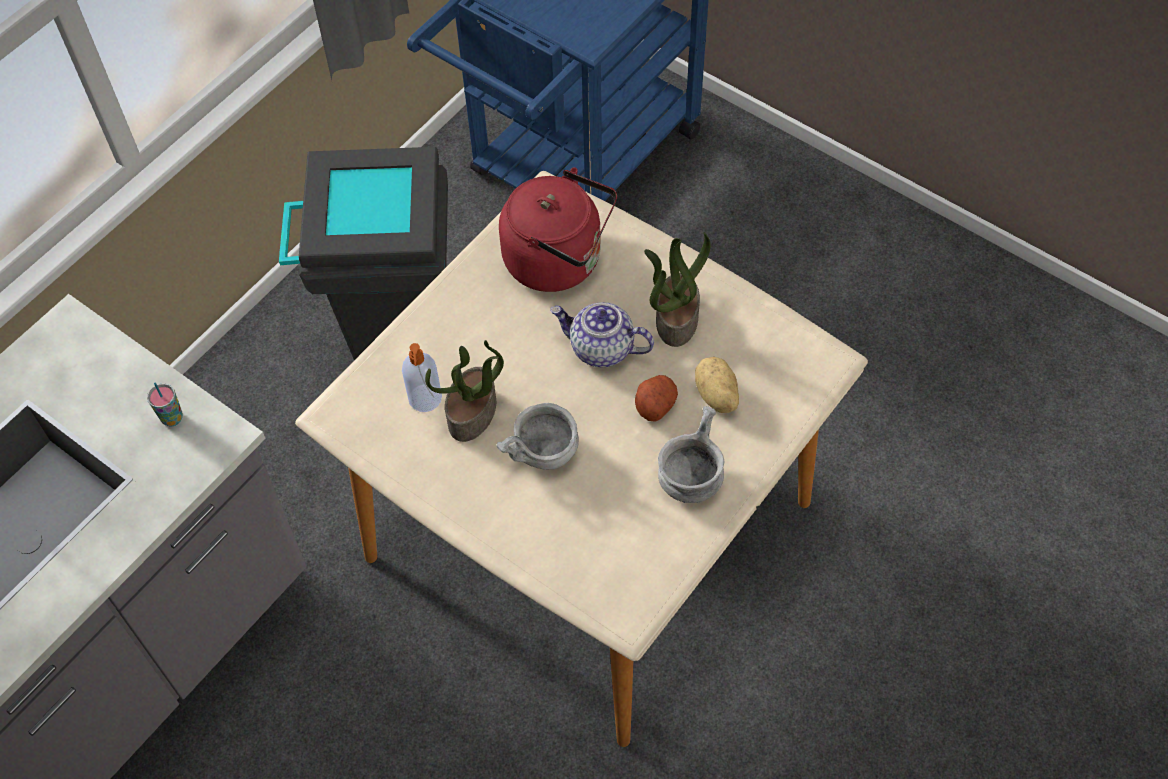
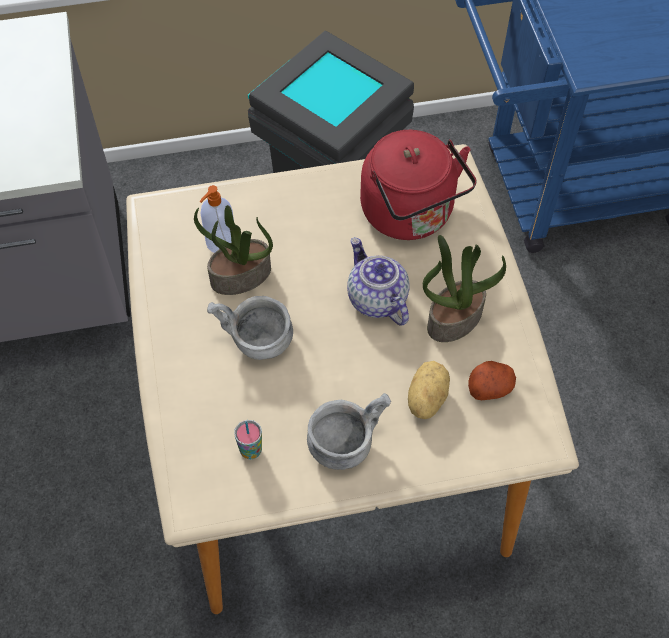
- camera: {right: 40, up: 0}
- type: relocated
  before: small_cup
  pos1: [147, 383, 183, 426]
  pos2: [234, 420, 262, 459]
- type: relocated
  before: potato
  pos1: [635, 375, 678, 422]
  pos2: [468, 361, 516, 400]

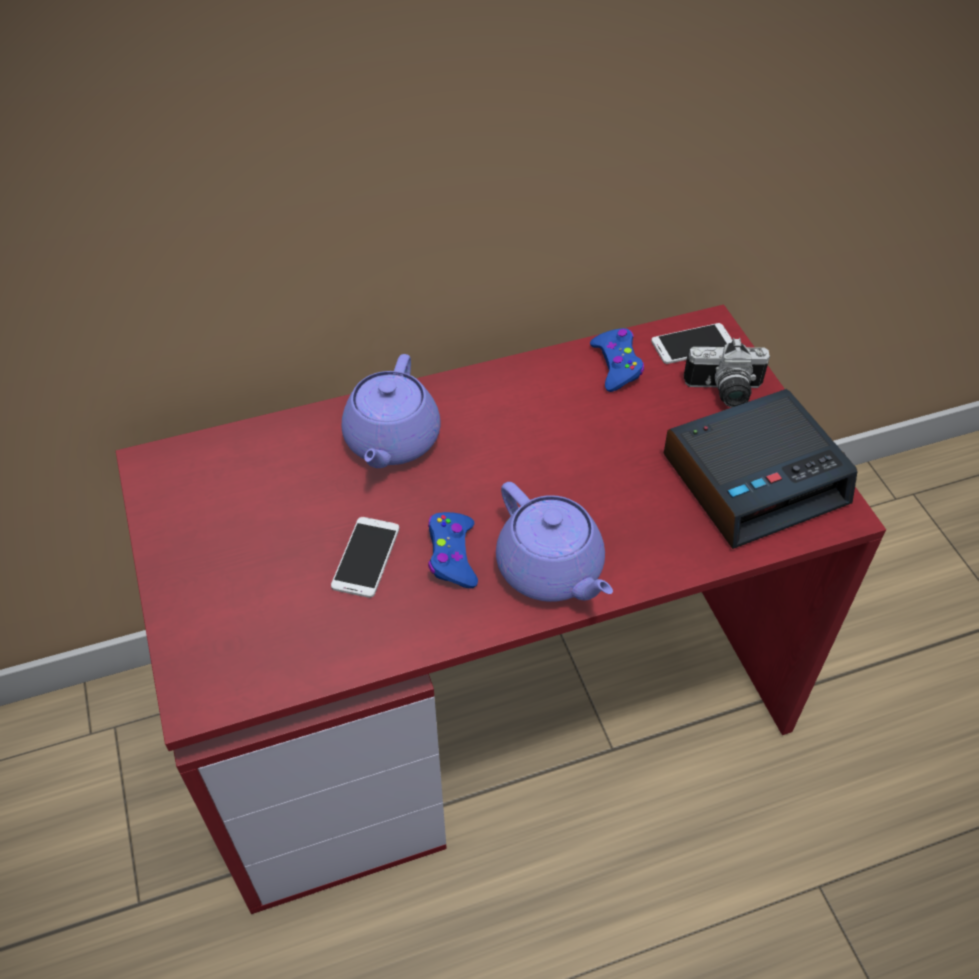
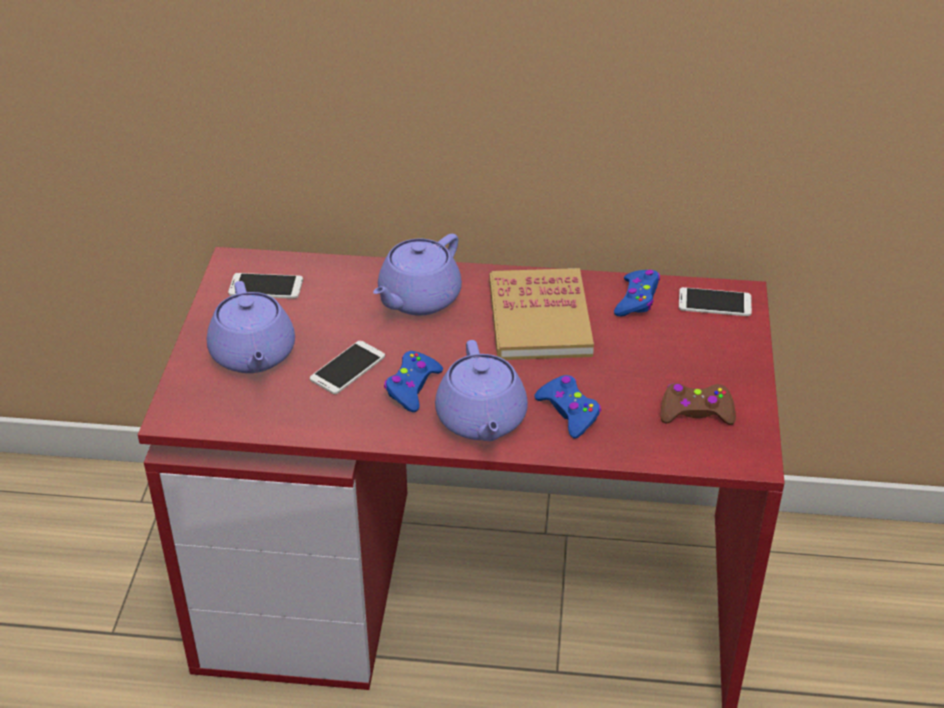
- camera: {right: 25, up: -10}
- type: missing
  before: still_camera
  pos1: [684, 338, 770, 408]
- type: appeared
  after: purplish_tea_pot
  pos2: [207, 281, 295, 373]
- type: appeared
  after: telephone
  pos2: [228, 273, 303, 299]
- type: appeared
  after: volume
  pos2: [490, 268, 594, 360]
- type: appeared
  after: blue-coloured_game_controller
  pos2: [534, 375, 601, 438]
- type: exchanged
  before: alarm_clock
  after: brown-coloured_game_controller
  pos1: [663, 389, 858, 549]
  pos2: [661, 383, 736, 425]

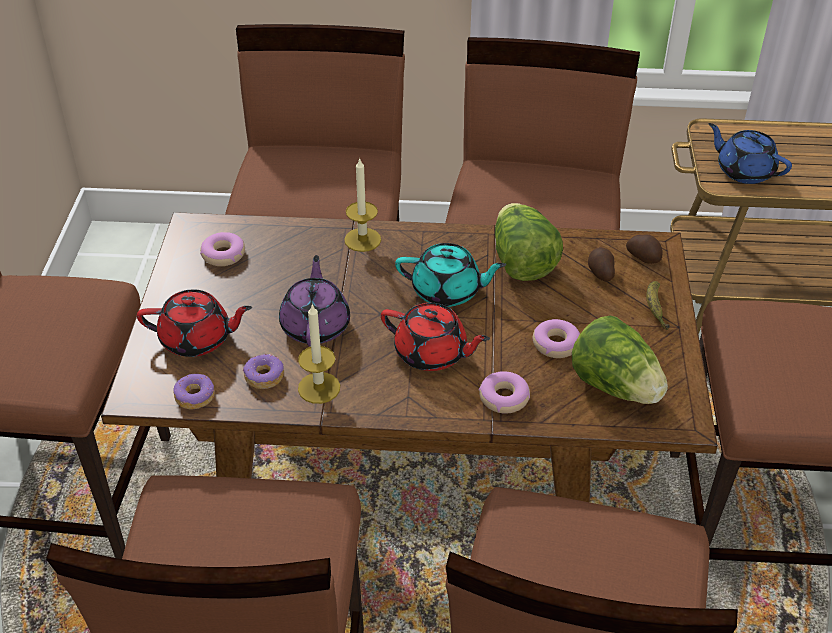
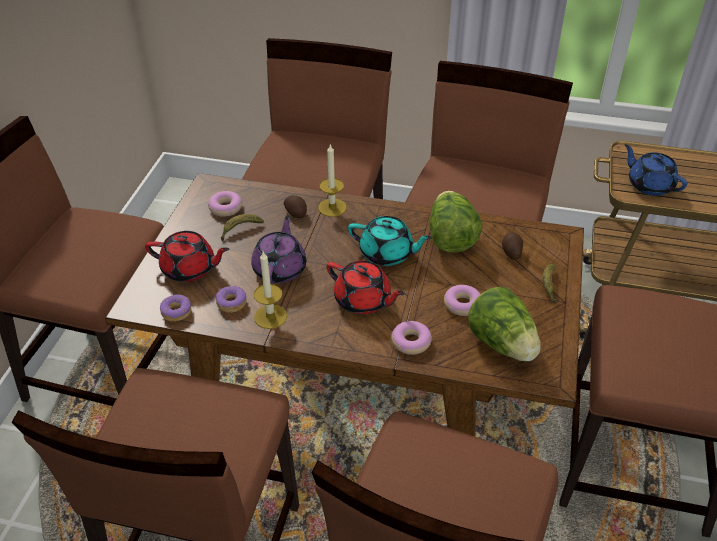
- camera: {right: 10, up: 0}
- type: appeared
  after: whole_banana
  pos2: [221, 214, 264, 241]
- type: relocated
  before: potato
  pos1: [626, 235, 663, 264]
  pos2: [284, 195, 307, 218]

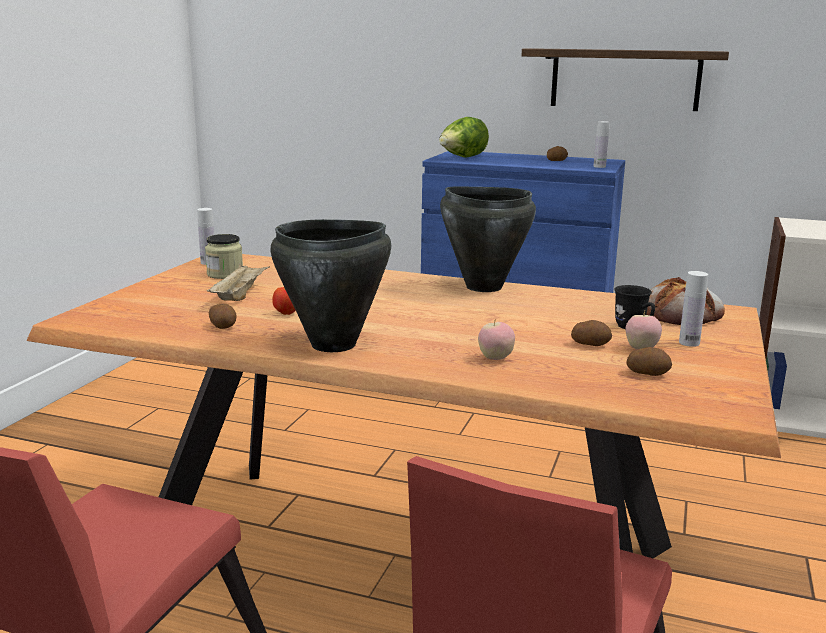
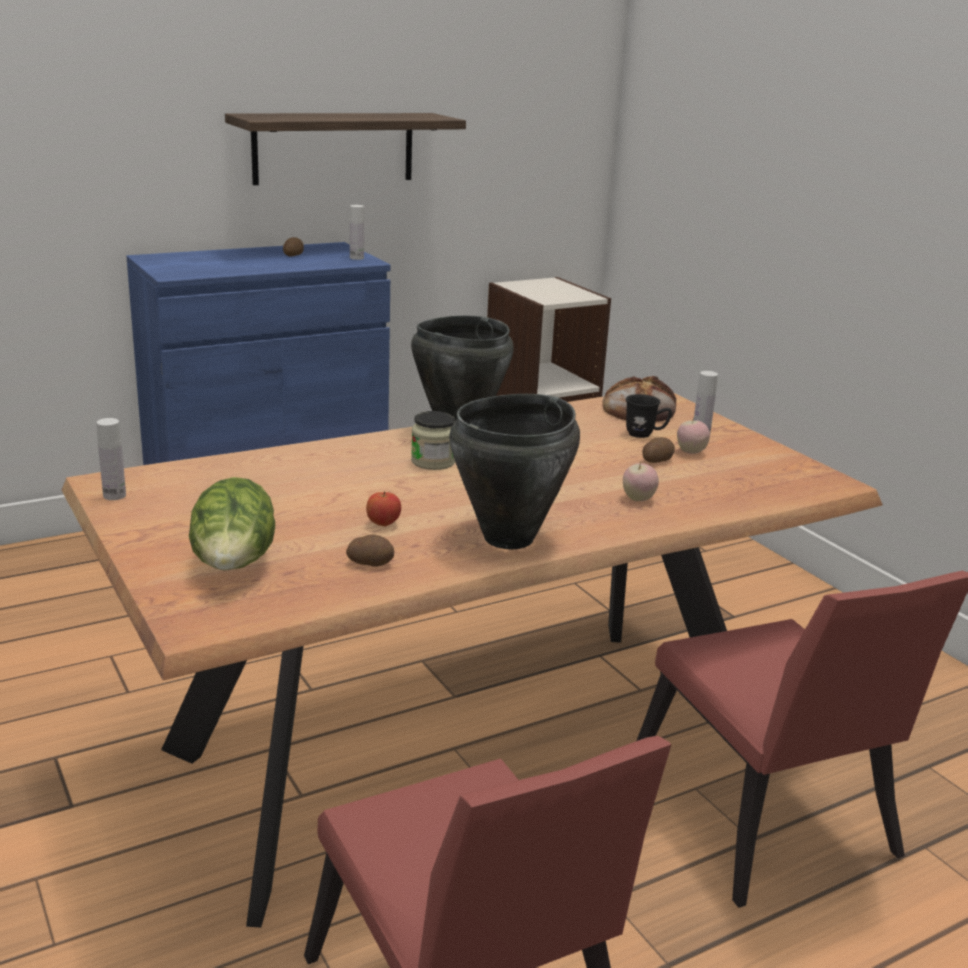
- camera: {right: -50, up: 5}
- type: missing
  before: beige_serving_tray
  pos1: [207, 263, 270, 301]
- type: missing
  before: potato
  pos1: [626, 347, 672, 376]
- type: relocated
  before: storage_jar
  pos1: [205, 234, 243, 279]
  pos2: [411, 411, 455, 470]
- type: relocated
  before: head_of_lettuce
  pos1: [439, 117, 489, 158]
  pos2: [189, 477, 275, 570]

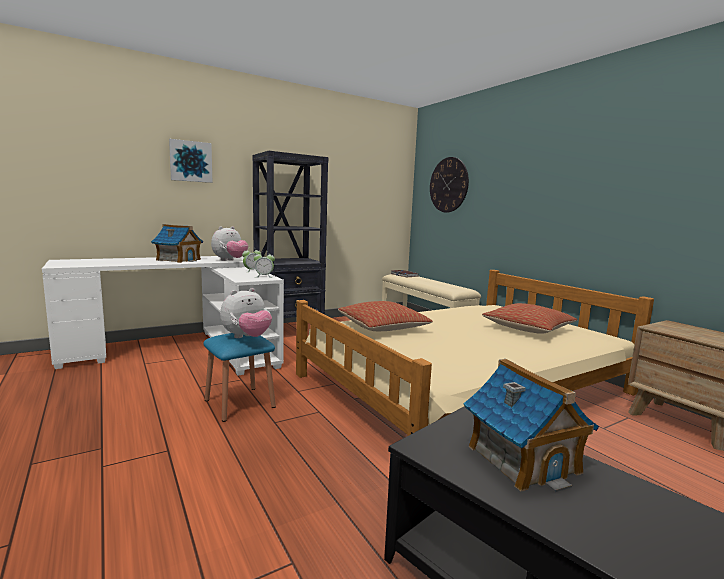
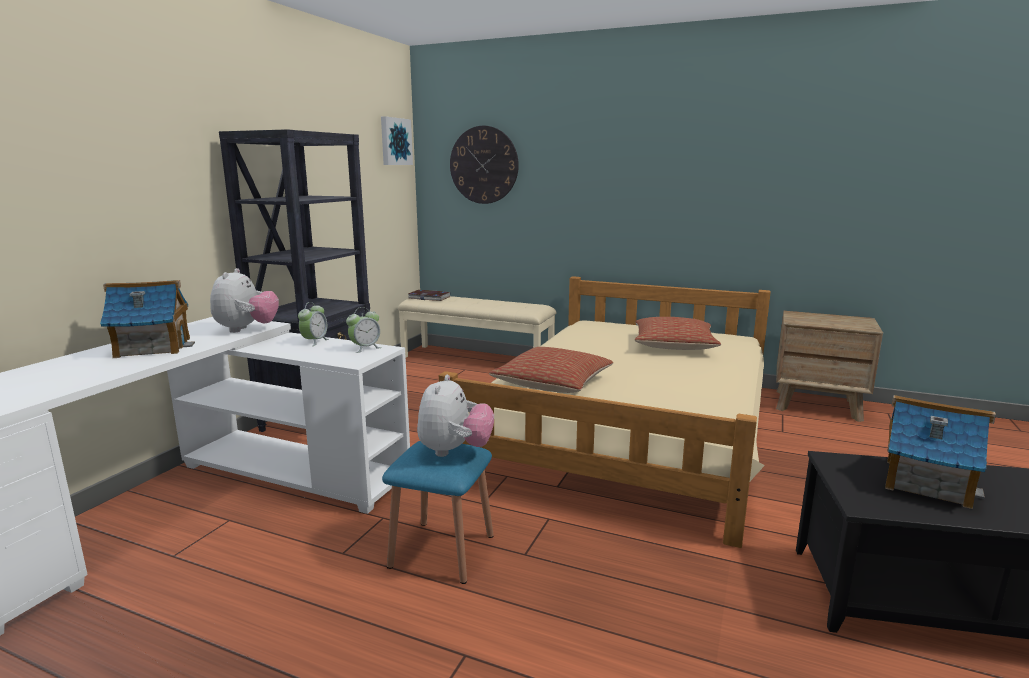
- camera: {right: -35, up: 5}
- type: relocated
  before: wall_picture
  pos1: [169, 139, 213, 183]
  pos2: [381, 116, 413, 165]

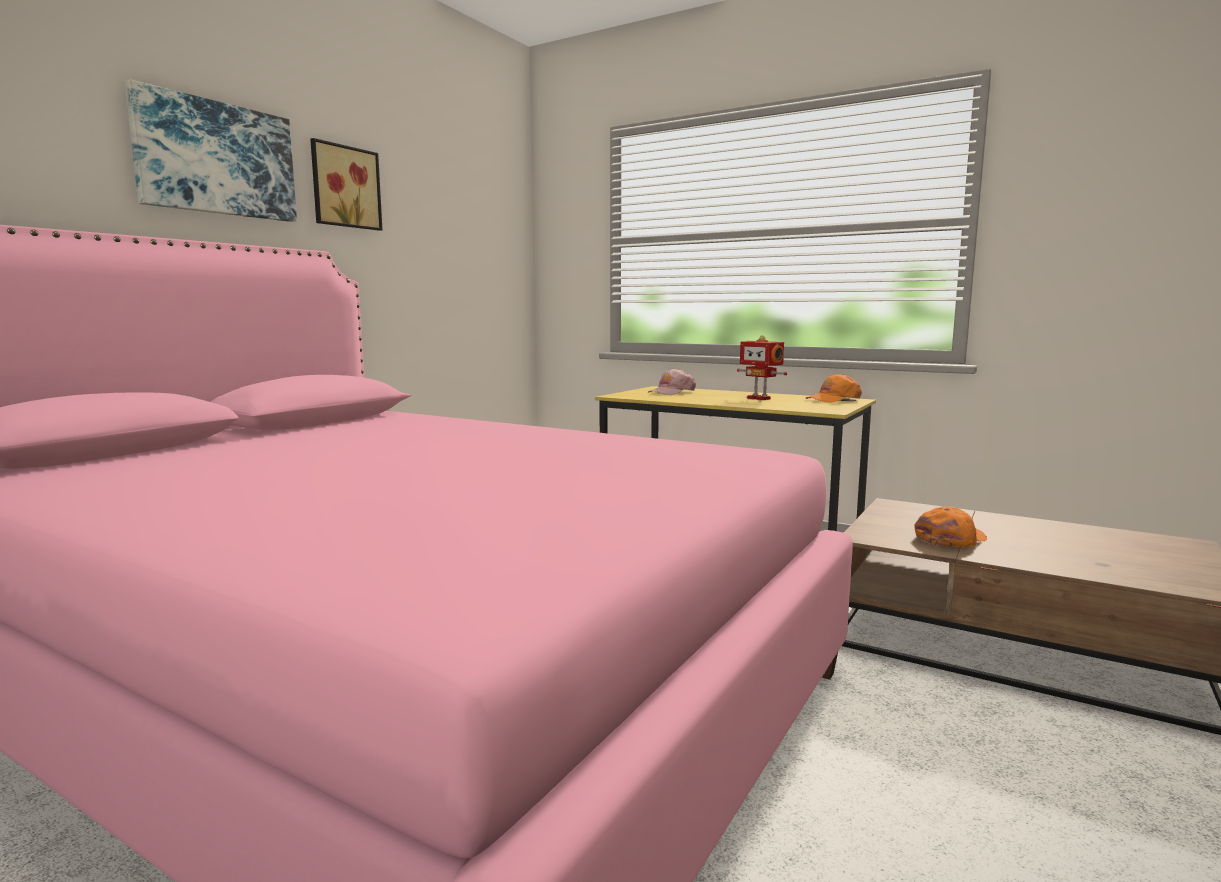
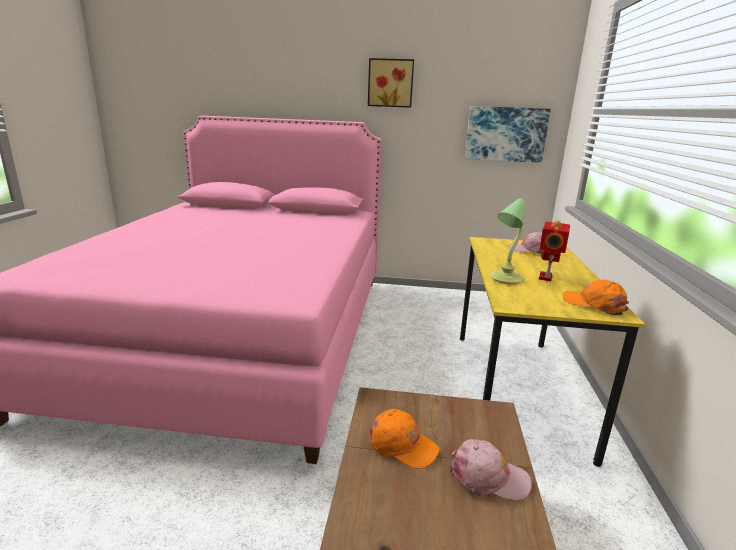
- camera: {right: 65, up: 10}
- type: appeared
  after: pink_cap
  pos2: [449, 439, 532, 500]
- type: appeared
  after: tabletop_lamp
  pos2: [490, 199, 525, 284]
- type: relocated
  before: wall_picture
  pos1: [125, 79, 297, 222]
  pos2: [465, 106, 551, 163]

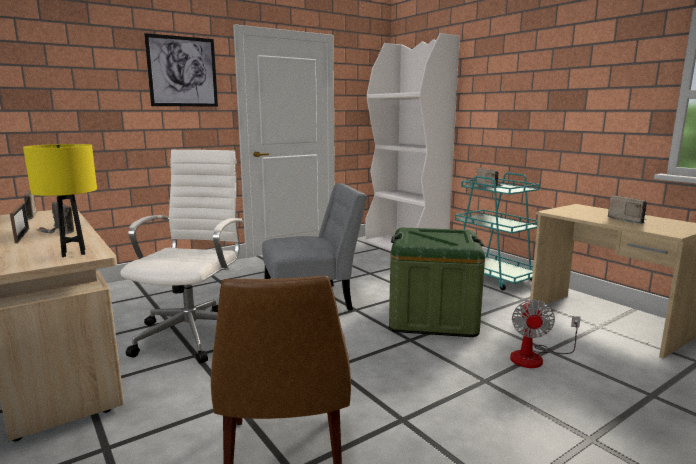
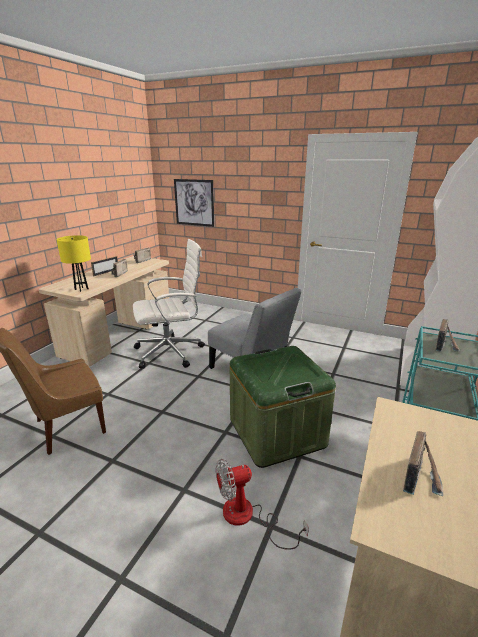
- camera: {right: 60, up: 10}
- type: relocated
  before: wall_picture
  pos1: [144, 33, 218, 107]
  pos2: [174, 179, 214, 227]

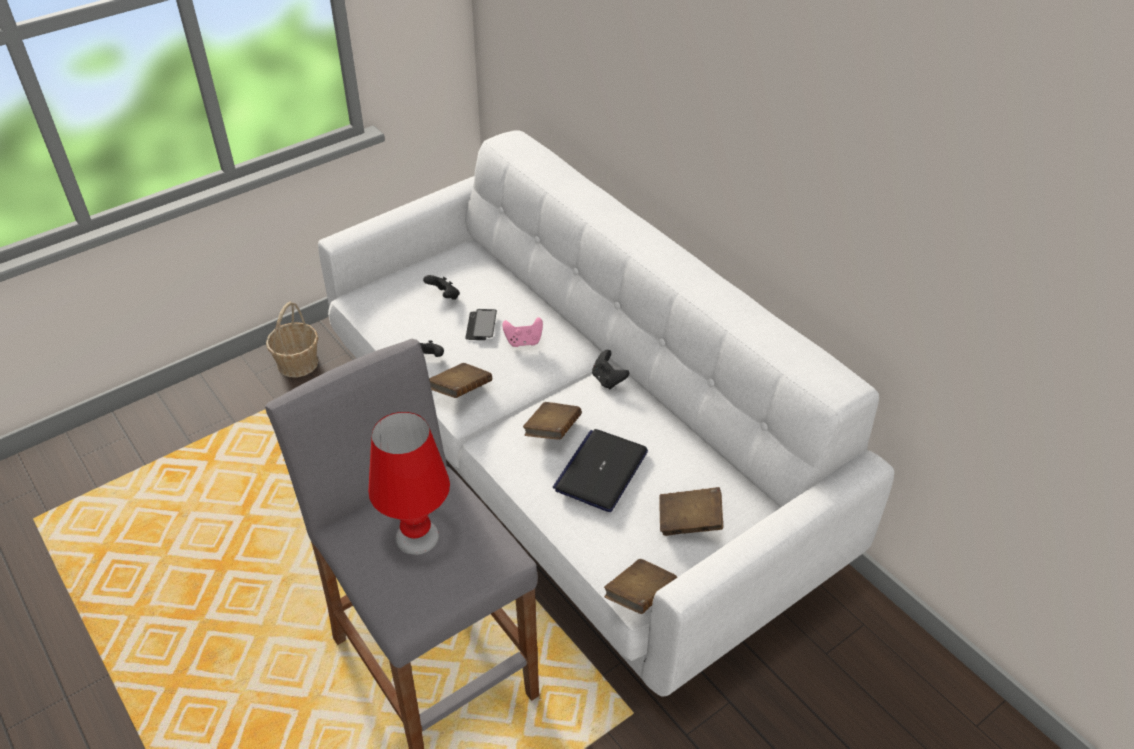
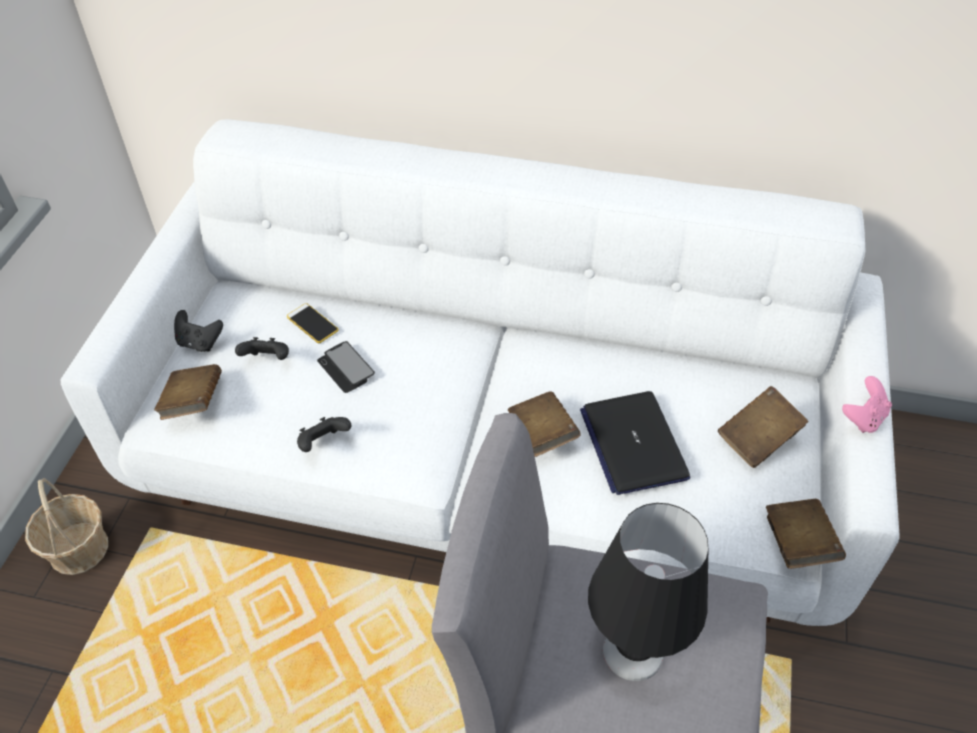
- camera: {right: -40, up: 5}
- type: appeared
  after: telephone
  pos2: [287, 303, 338, 343]
- type: relocated
  before: brown-coloured_volume
  pos1: [429, 363, 492, 398]
  pos2: [154, 364, 222, 420]
- type: relocated
  before: pink_game_controller
  pos1: [502, 317, 543, 347]
  pos2: [842, 376, 892, 433]
- type: relocated
  before: blackish_game_controller
  pos1: [592, 350, 629, 389]
  pos2: [174, 310, 223, 352]
- type: colour
  before: reddish_tabletop_lamp
  after: blackish_tabletop_lamp
  pos1: [368, 412, 450, 555]
  pos2: [588, 503, 708, 681]

